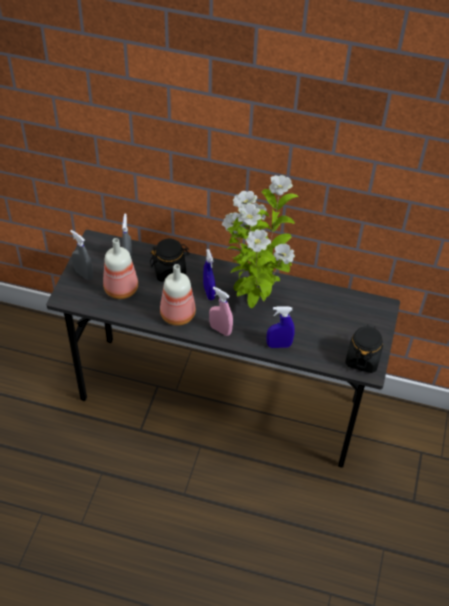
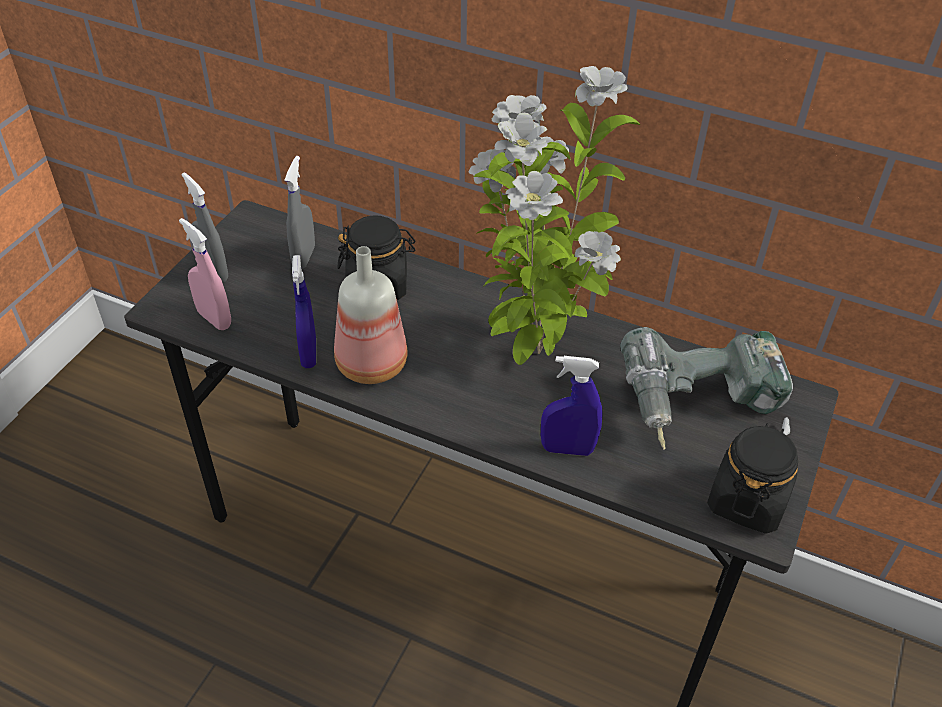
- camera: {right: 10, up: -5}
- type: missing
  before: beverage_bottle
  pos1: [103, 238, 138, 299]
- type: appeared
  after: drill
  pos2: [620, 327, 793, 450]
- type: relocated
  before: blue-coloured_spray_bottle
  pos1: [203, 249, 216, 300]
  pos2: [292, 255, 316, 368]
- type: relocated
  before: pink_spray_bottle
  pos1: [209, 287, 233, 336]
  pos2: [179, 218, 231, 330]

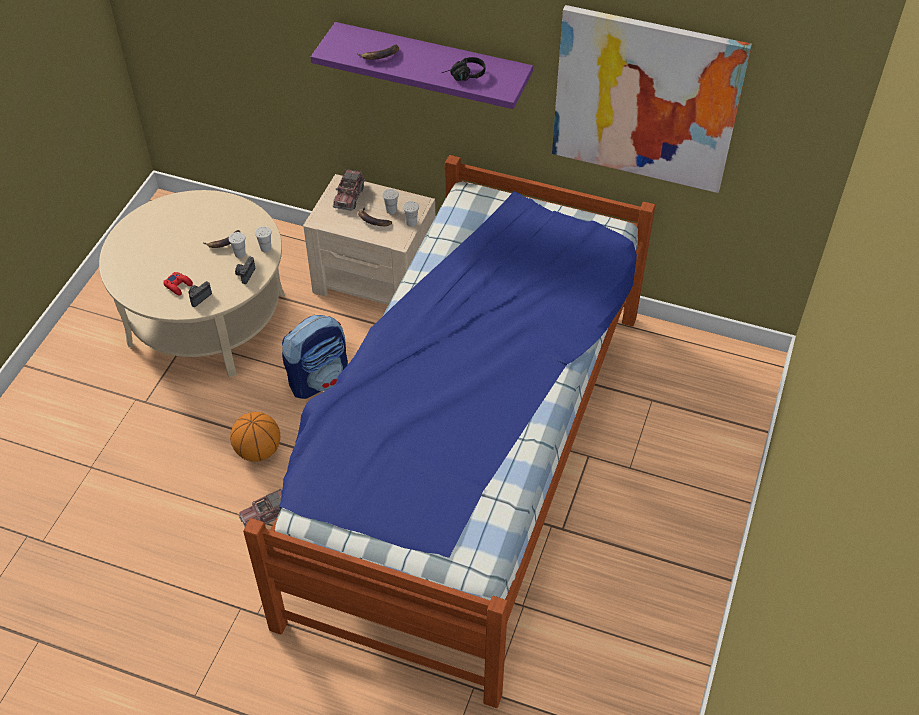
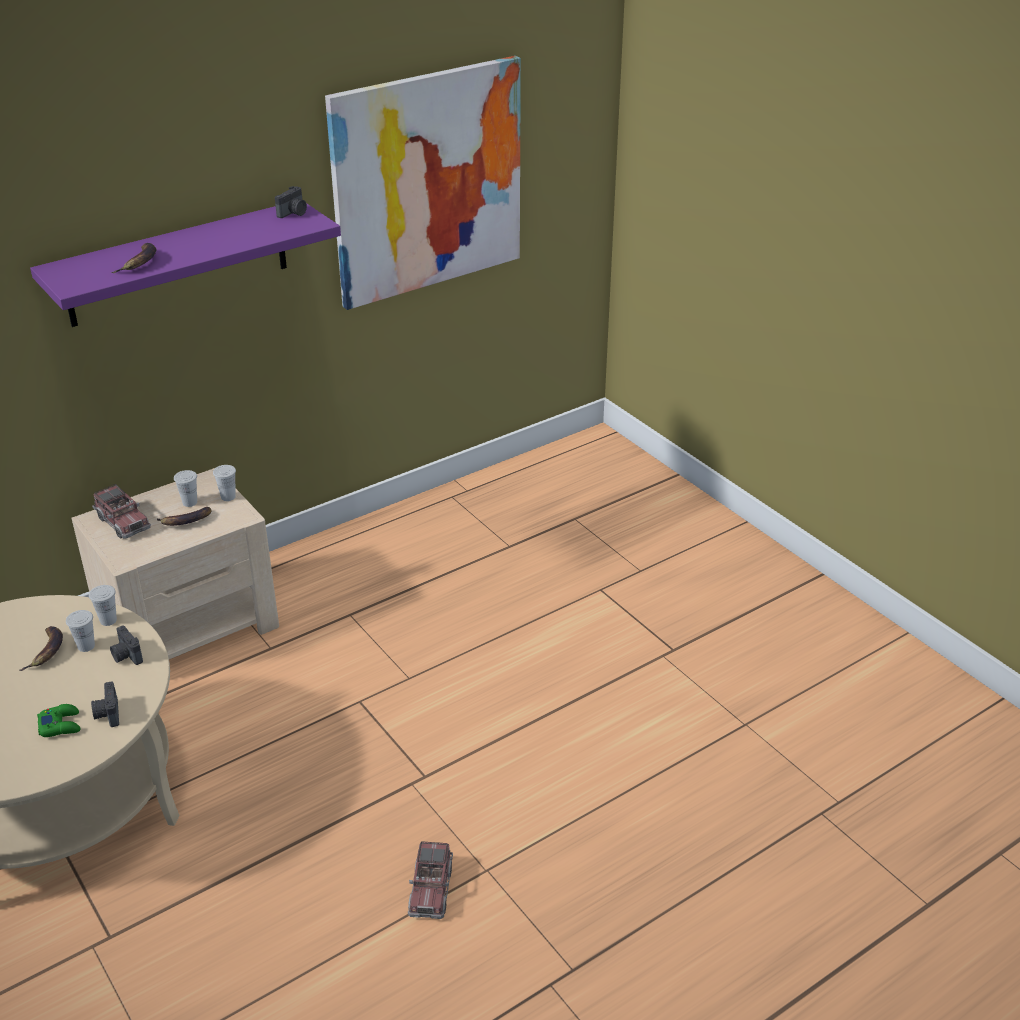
- camera: {right: -55, up: -15}
- type: missing
  before: basketball_ball
  pos1: [230, 412, 280, 462]
- type: missing
  before: bedroom_bed
  pos1: [243, 155, 656, 708]
- type: missing
  before: backpack
  pos1: [282, 315, 348, 399]
- type: missing
  before: blackish_headset
  pos1: [442, 57, 485, 81]
- type: appeared
  after: still_camera
  pos2: [275, 186, 307, 218]
- type: colour
  before: reddish_game_controller
  after: greenish_game_controller
  pos1: [163, 272, 193, 296]
  pos2: [37, 704, 81, 737]

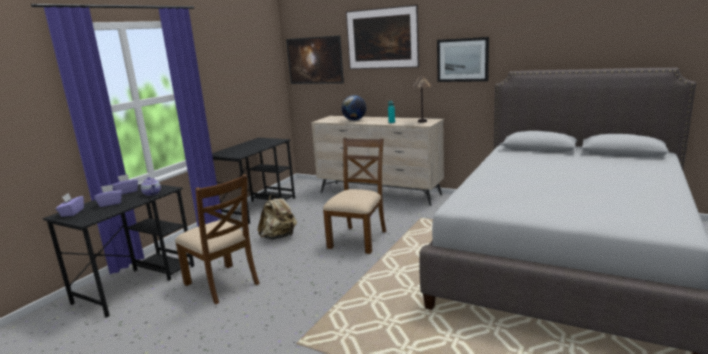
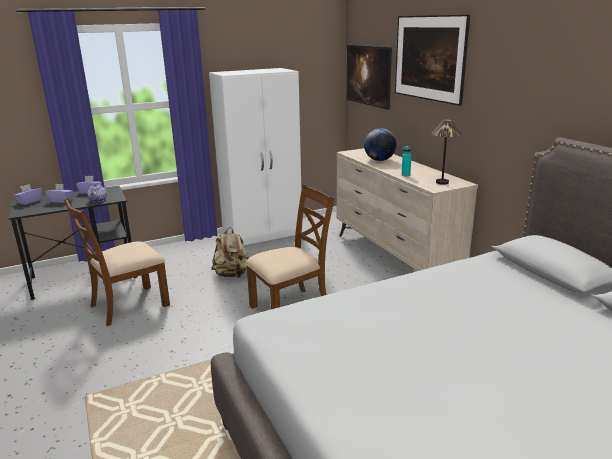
- camera: {right: 35, up: 5}
- type: missing
  before: wall_picture
  pos1: [437, 37, 489, 82]
- type: exchanged
  before: blackish_desk
  after: white_clothes_cupboard
  pos1: [212, 138, 295, 224]
  pos2: [209, 68, 301, 245]
- type: spun
  before: brown-coloured_plain_chair
  pos1: [175, 174, 260, 304]
  pos2: [63, 197, 170, 326]
  turn: 60

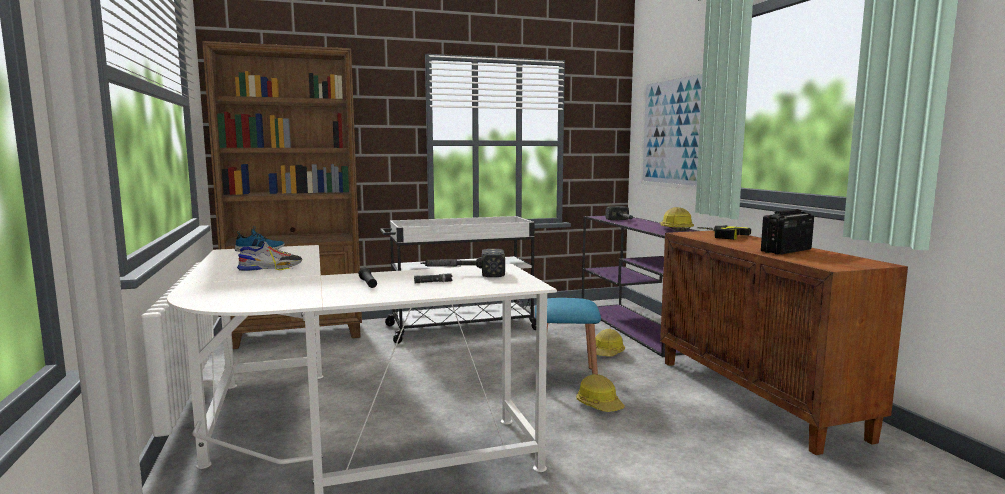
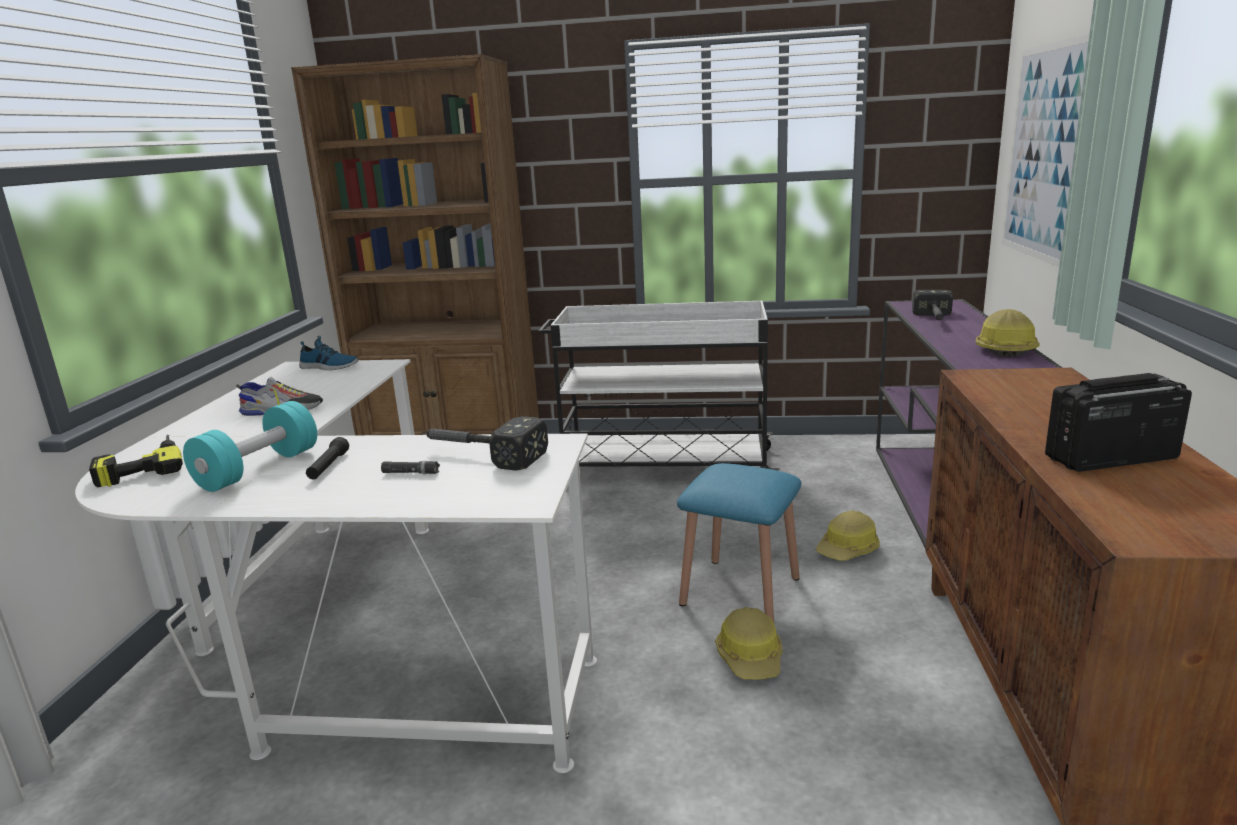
- camera: {right: 25, up: 10}
- type: appeared
  after: turquoise_free_weight
  pos2: [183, 401, 317, 492]
- type: relocated
  before: drill
  pos1: [697, 225, 751, 240]
  pos2: [89, 434, 183, 488]

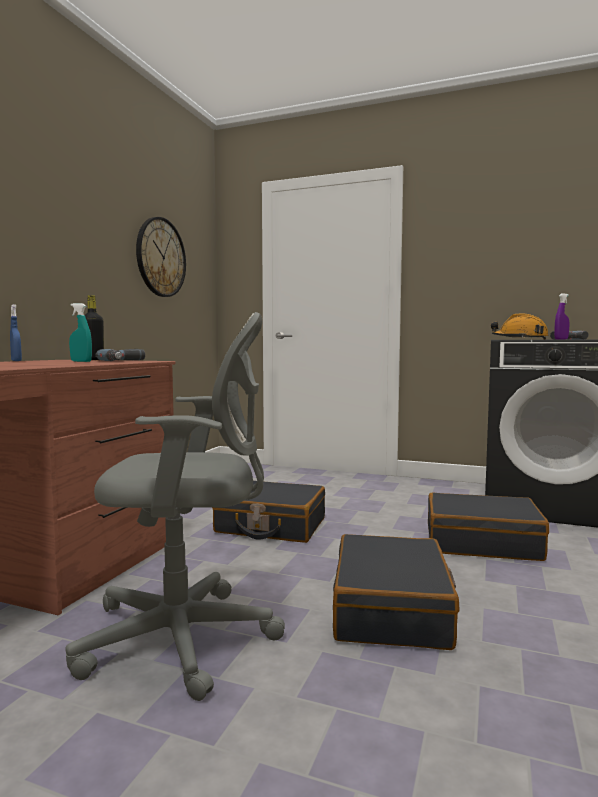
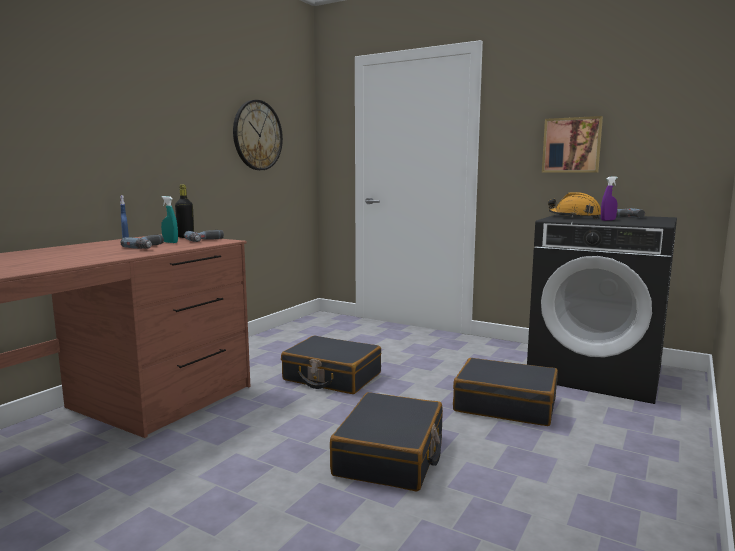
- camera: {right: 10, up: 5}
- type: missing
  before: gray_computer_chair
  pos1: [65, 312, 285, 701]
- type: appeared
  after: drill
  pos2: [120, 235, 164, 249]
- type: appeared
  after: wall_picture
  pos2: [542, 116, 603, 173]

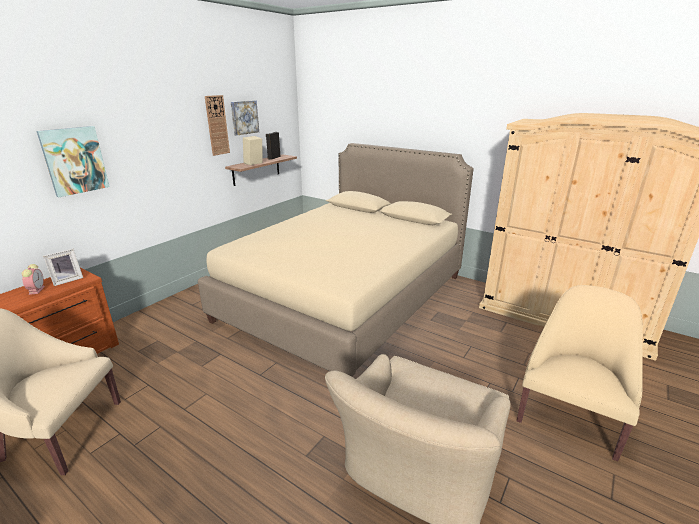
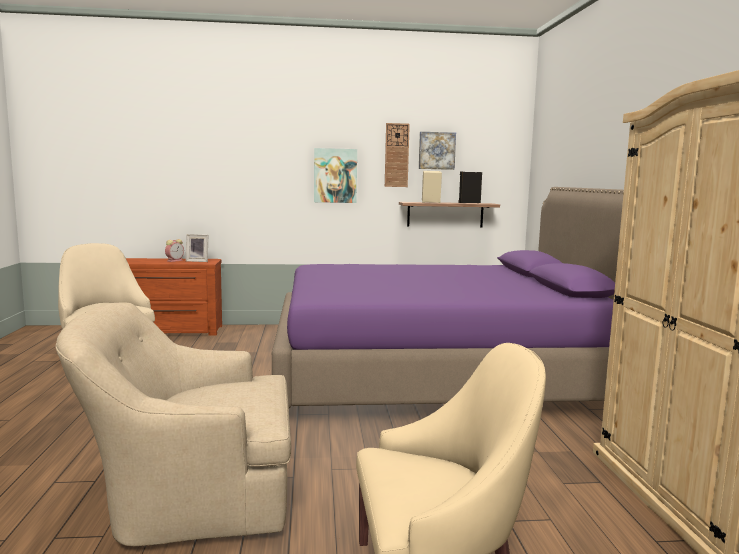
- camera: {right: 50, up: -15}
- type: relocated
  before: wall_picture
  pos1: [36, 126, 110, 197]
  pos2: [314, 148, 357, 203]
- type: colour
  before: beige_bedroom_bed
  after: purplish_bedroom_bed
  pos1: [198, 143, 474, 377]
  pos2: [272, 187, 624, 408]

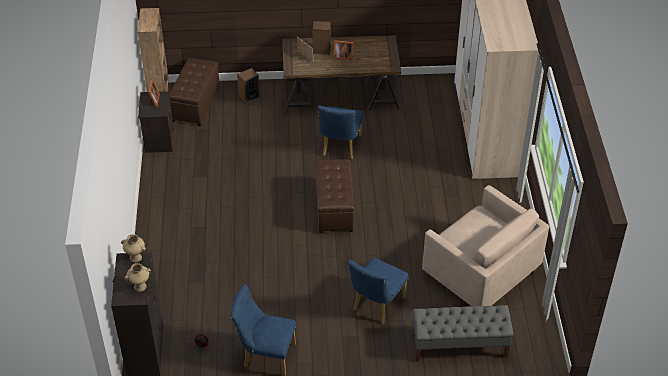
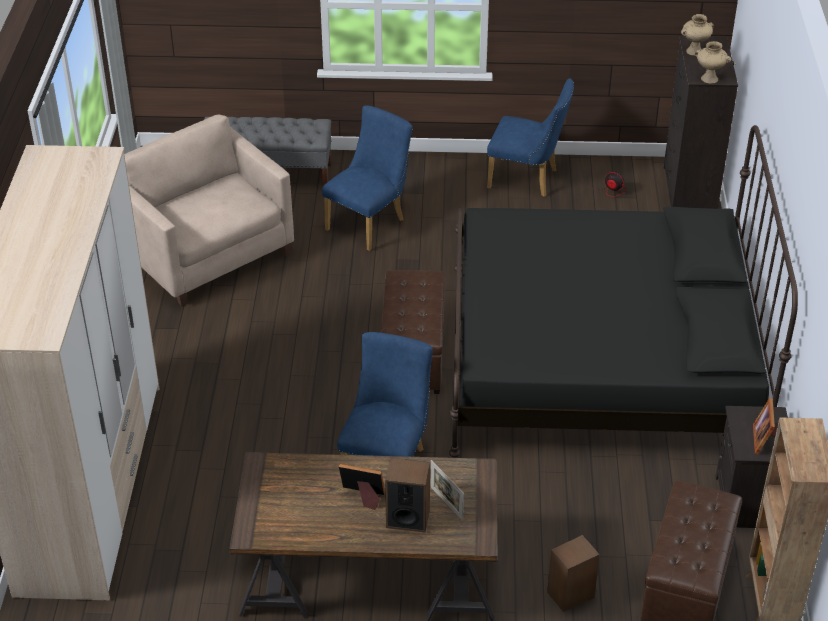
- camera: {right: -175, up: -5}
- type: appeared
  after: blackish_bedroom_bed
  pos2: [449, 125, 798, 458]

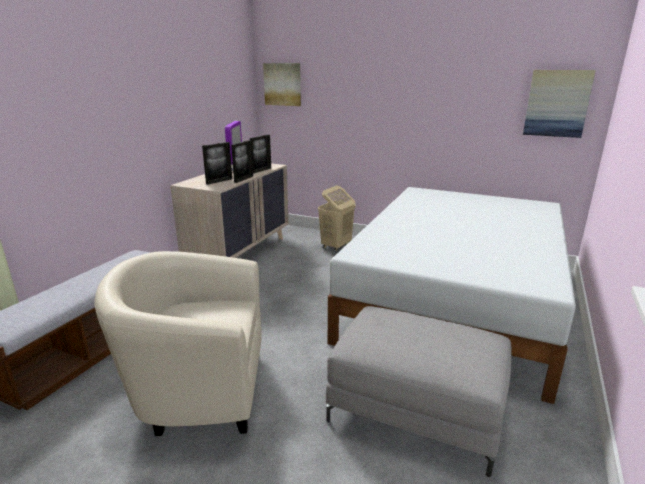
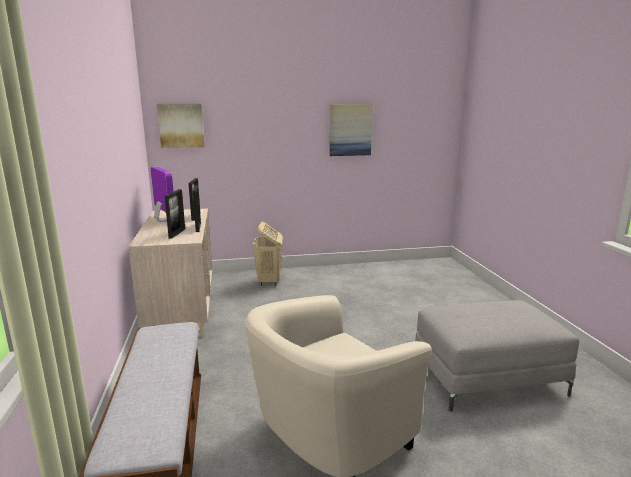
- camera: {right: -35, up: -5}
- type: missing
  before: white_bedroom_bed
  pos1: [328, 187, 576, 404]
- type: relocated
  before: wall_picture
  pos1: [523, 70, 596, 138]
  pos2: [330, 104, 373, 156]

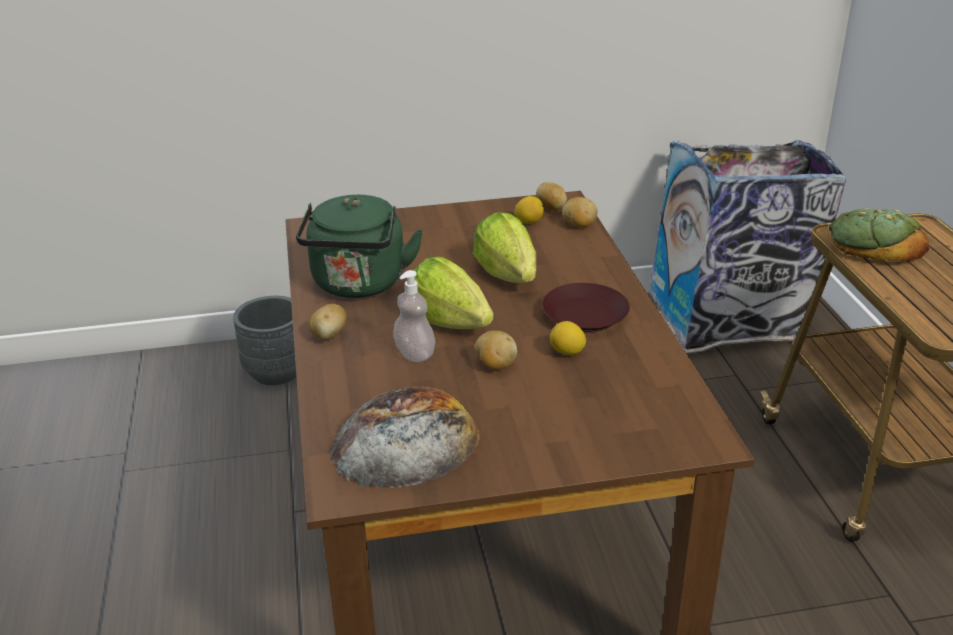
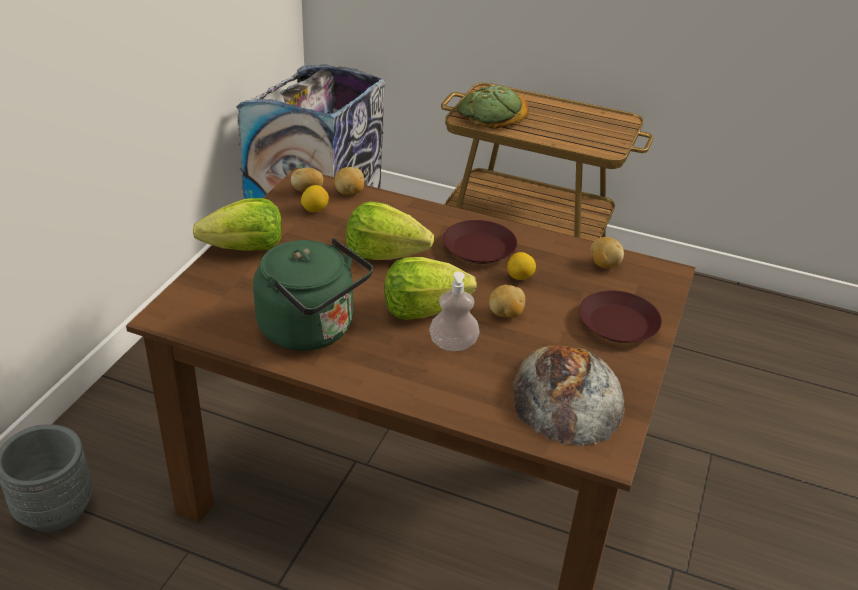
- camera: {right: -60, up: 5}
- type: appeared
  after: head_of_lettuce
  pos2: [193, 198, 282, 251]
- type: appeared
  after: brown-coloured_flat_dish
  pos2: [579, 291, 662, 343]
- type: relocated
  before: potato
  pos1: [309, 304, 347, 340]
  pos2: [590, 237, 624, 269]

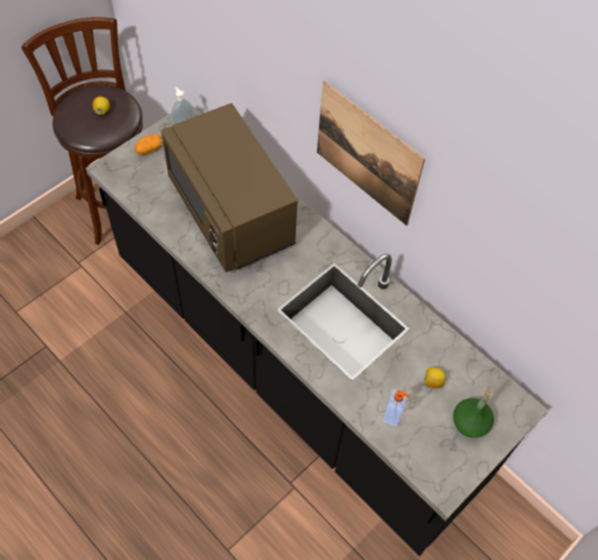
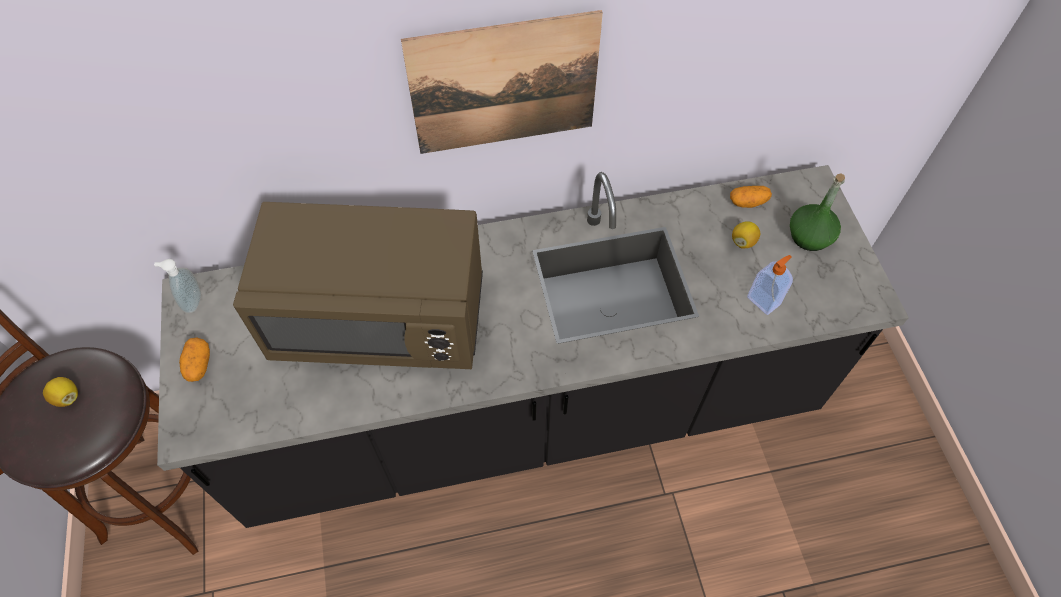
- camera: {right: -55, up: 0}
- type: appeared
  after: potato
  pos2: [730, 186, 772, 208]

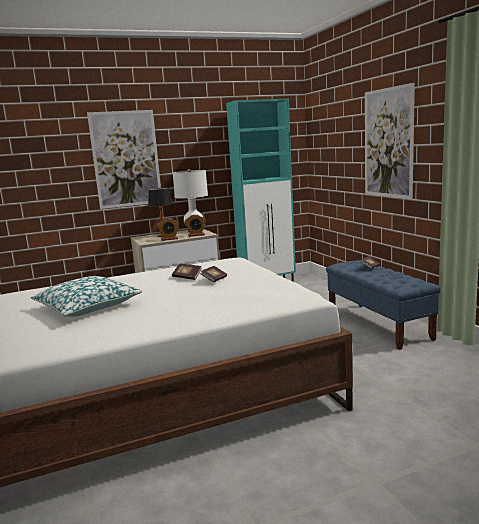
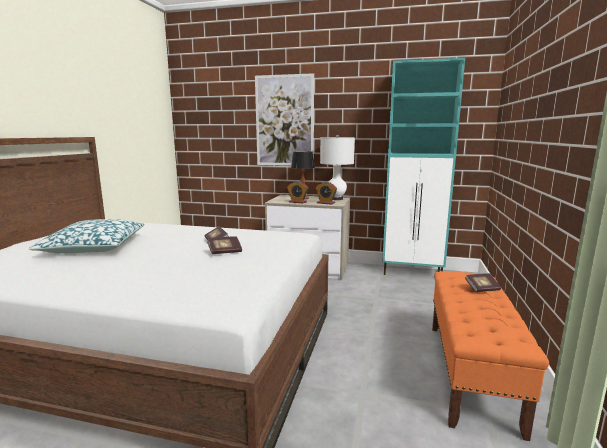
- camera: {right: 35, up: 0}
- type: missing
  before: wall_picture
  pos1: [365, 83, 415, 199]
- type: colour
  before: blue-coloured_indoor_bench
  after: orange_indoor_bench
  pos1: [326, 260, 441, 350]
  pos2: [432, 271, 549, 441]

